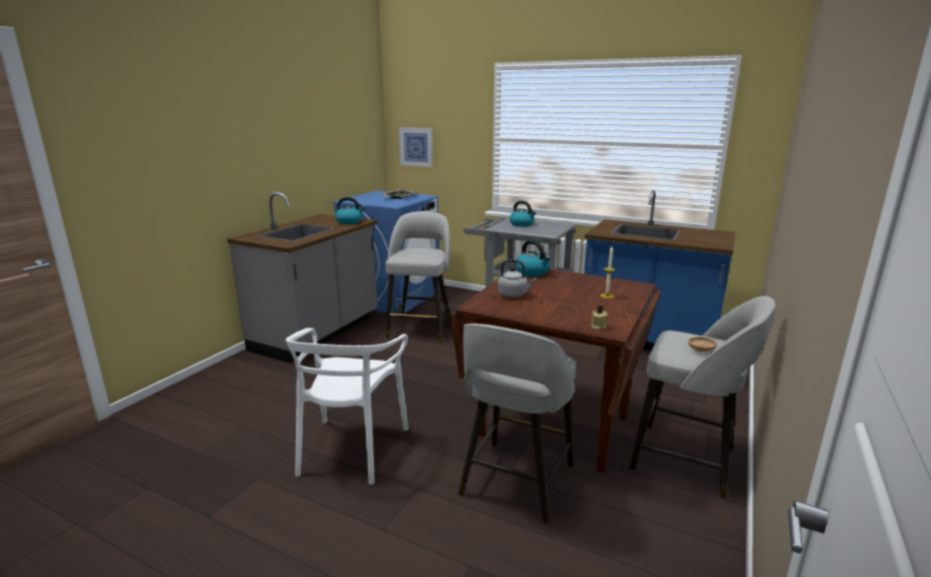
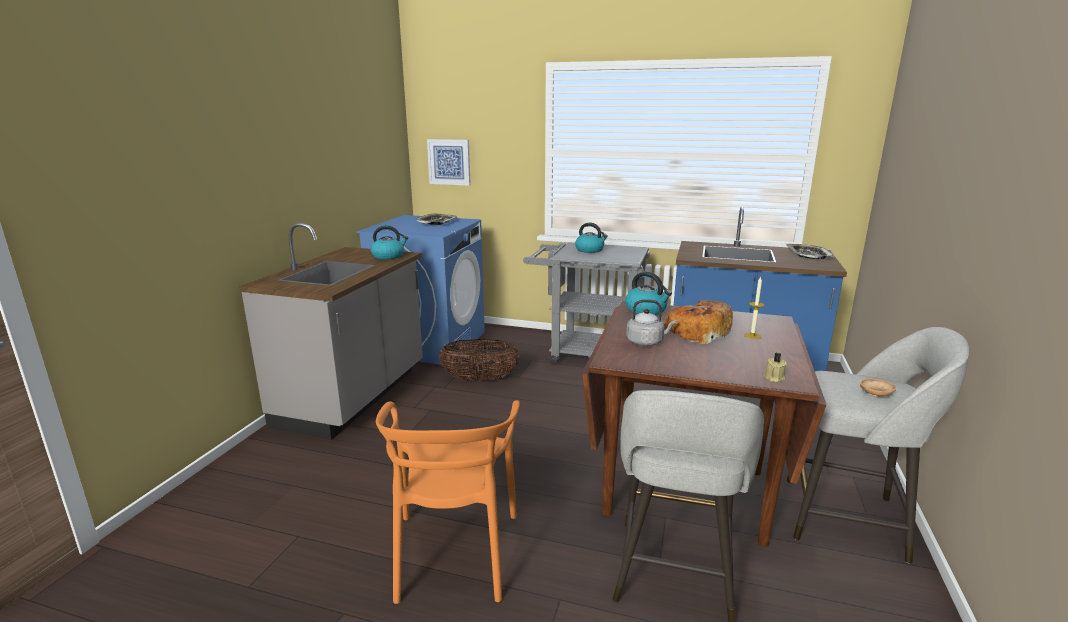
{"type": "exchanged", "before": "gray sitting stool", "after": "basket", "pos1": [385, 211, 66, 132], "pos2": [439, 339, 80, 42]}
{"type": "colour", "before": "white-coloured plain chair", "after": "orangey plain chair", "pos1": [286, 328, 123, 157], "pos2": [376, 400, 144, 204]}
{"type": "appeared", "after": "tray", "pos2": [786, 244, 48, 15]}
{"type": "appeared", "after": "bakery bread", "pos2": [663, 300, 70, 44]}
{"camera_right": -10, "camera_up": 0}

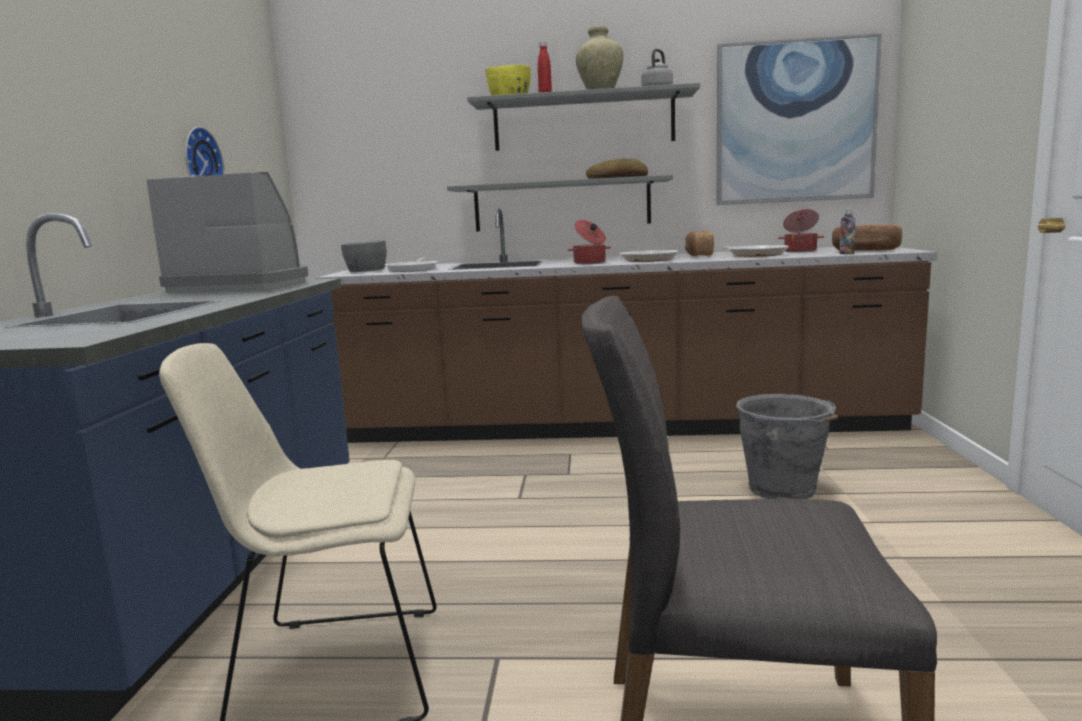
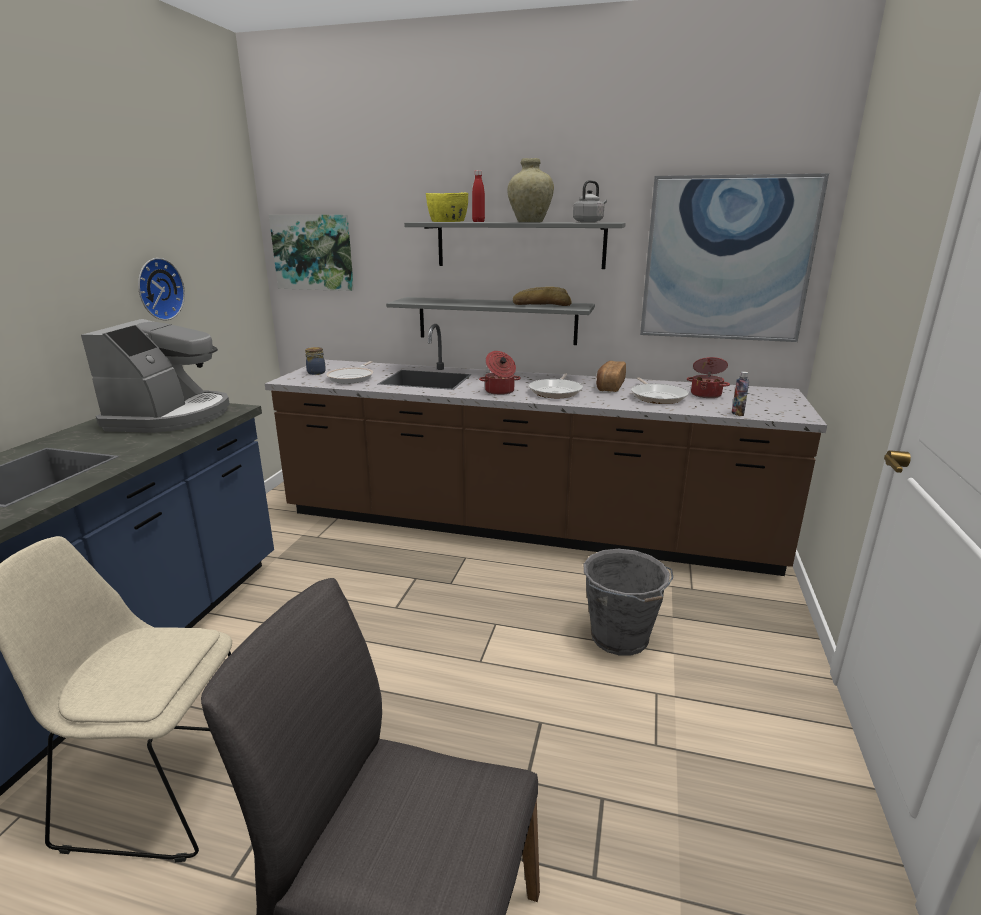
{"type": "spun", "before": "coffee brewer", "pos1": [147, 172, 162, 121], "pos2": [81, 319, 149, 114], "turn": 75}
{"type": "missing", "before": "bakery bread", "pos1": [832, 224, 70, 27]}
{"type": "exchanged", "before": "gray bowl", "after": "jar", "pos1": [341, 240, 46, 32], "pos2": [305, 347, 21, 28]}
{"type": "appeared", "after": "picture", "pos2": [269, 215, 85, 76]}
{"camera_right": 10, "camera_up": 10}

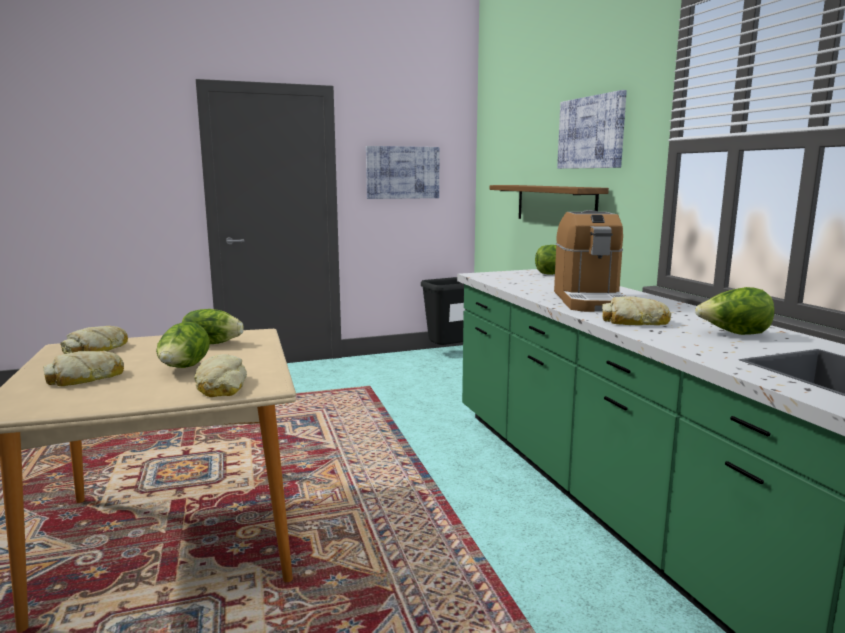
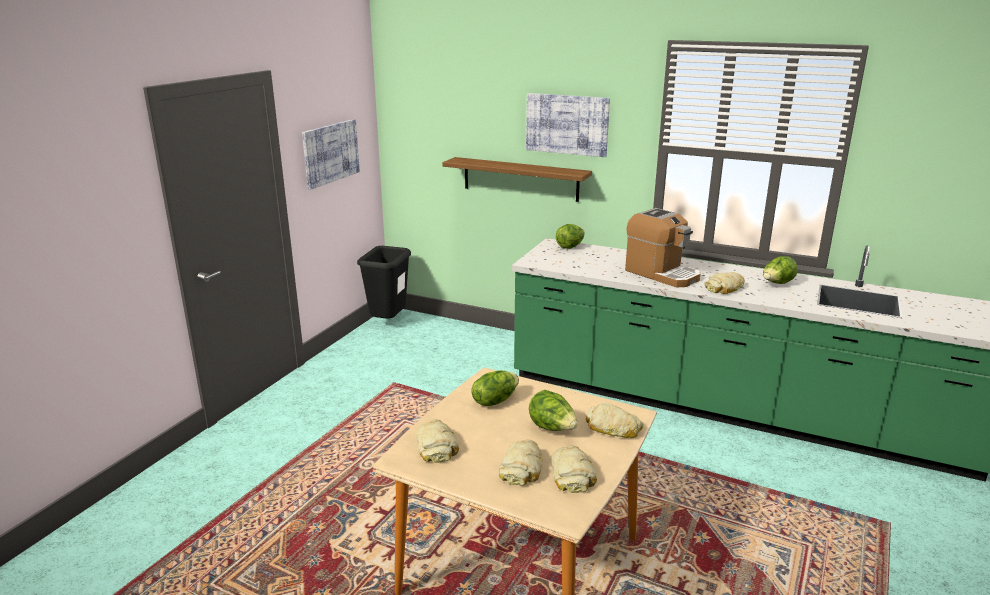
{"type": "appeared", "after": "bakery bread", "pos2": [551, 445, 46, 48]}
{"camera_right": -45, "camera_up": 10}

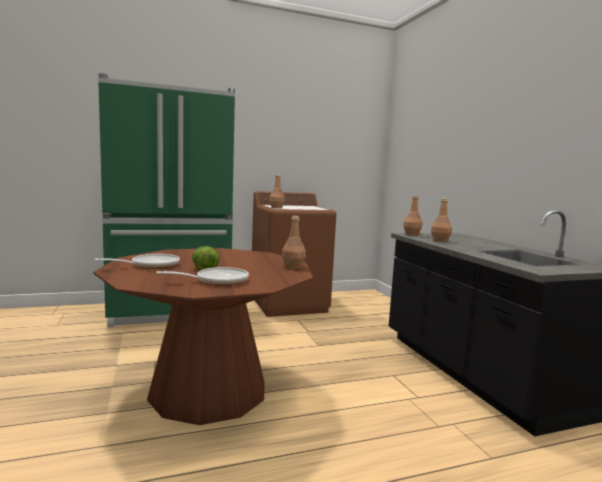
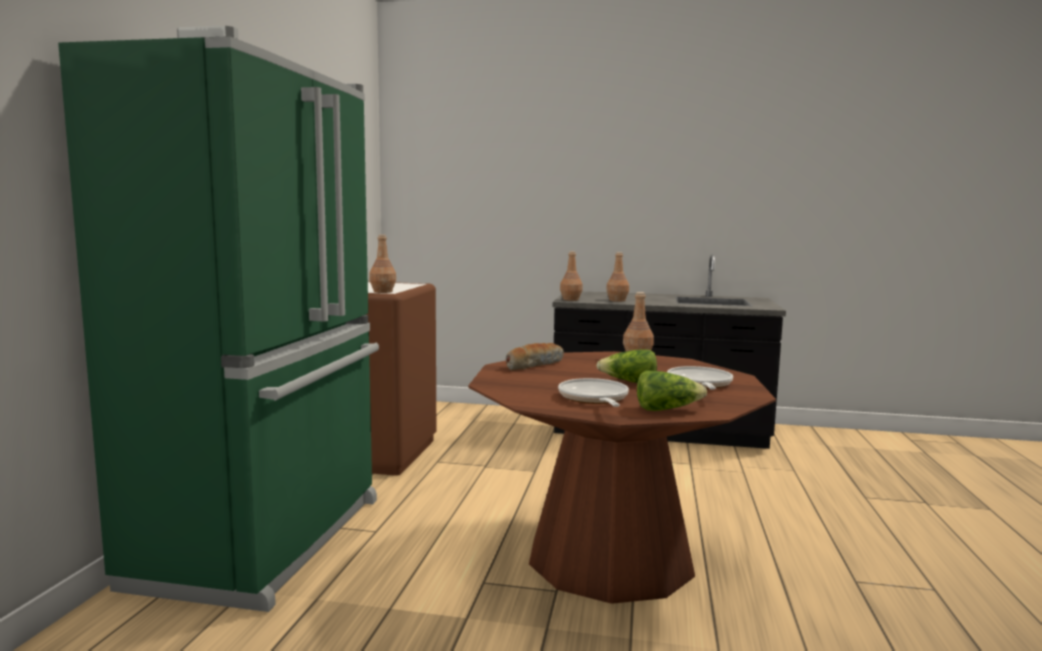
{"type": "appeared", "after": "bakery bread", "pos2": [506, 343, 58, 28]}
{"type": "appeared", "after": "lettuce head", "pos2": [637, 370, 70, 41]}
{"camera_right": -60, "camera_up": 0}

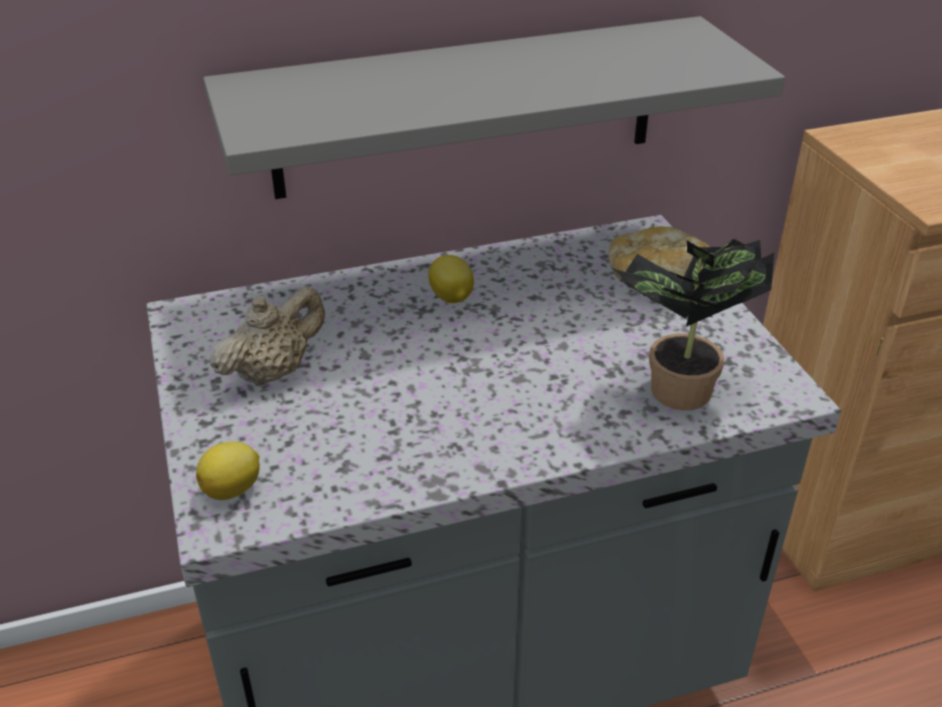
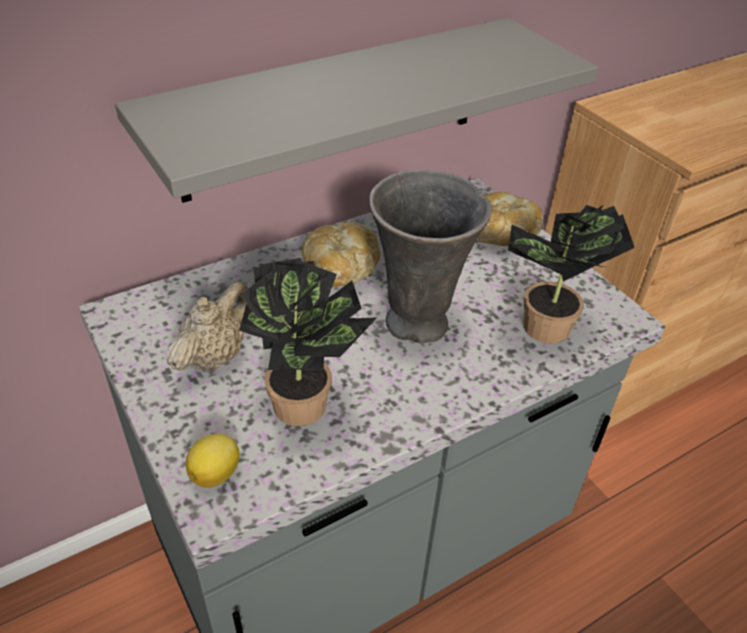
{"type": "exchanged", "before": "lemon", "after": "bakery bread", "pos1": [428, 255, 46, 48], "pos2": [302, 222, 78, 65]}
{"type": "appeared", "after": "gray vase", "pos2": [369, 170, 123, 174]}
{"type": "appeared", "after": "plant in a pot", "pos2": [239, 258, 138, 168]}
{"camera_right": -15, "camera_up": 5}

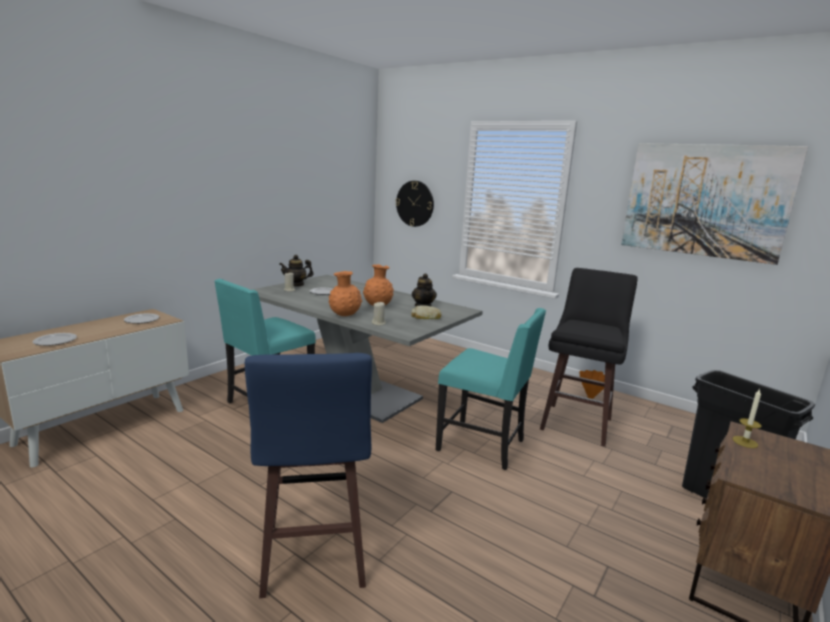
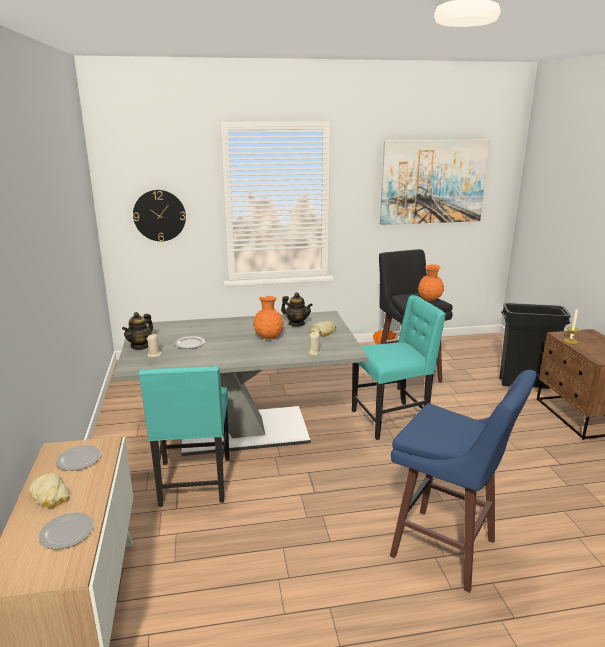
{"type": "relocated", "before": "orangey vase", "pos1": [329, 271, 33, 45], "pos2": [418, 264, 26, 37]}
{"type": "appeared", "after": "bakery bread", "pos2": [29, 473, 41, 35]}
{"camera_right": -45, "camera_up": 5}

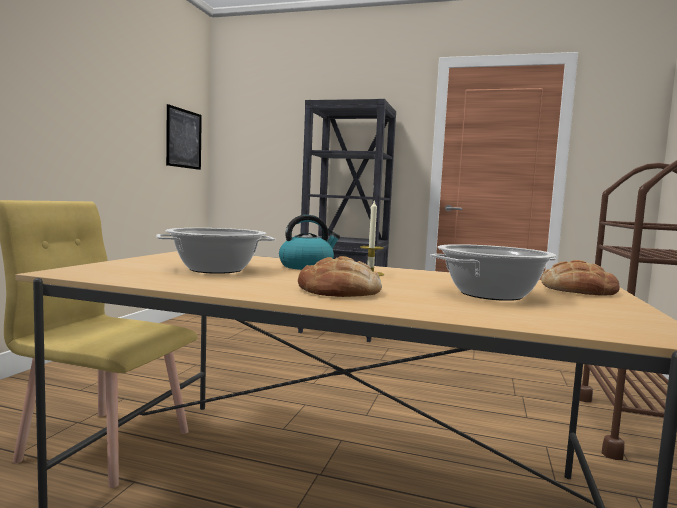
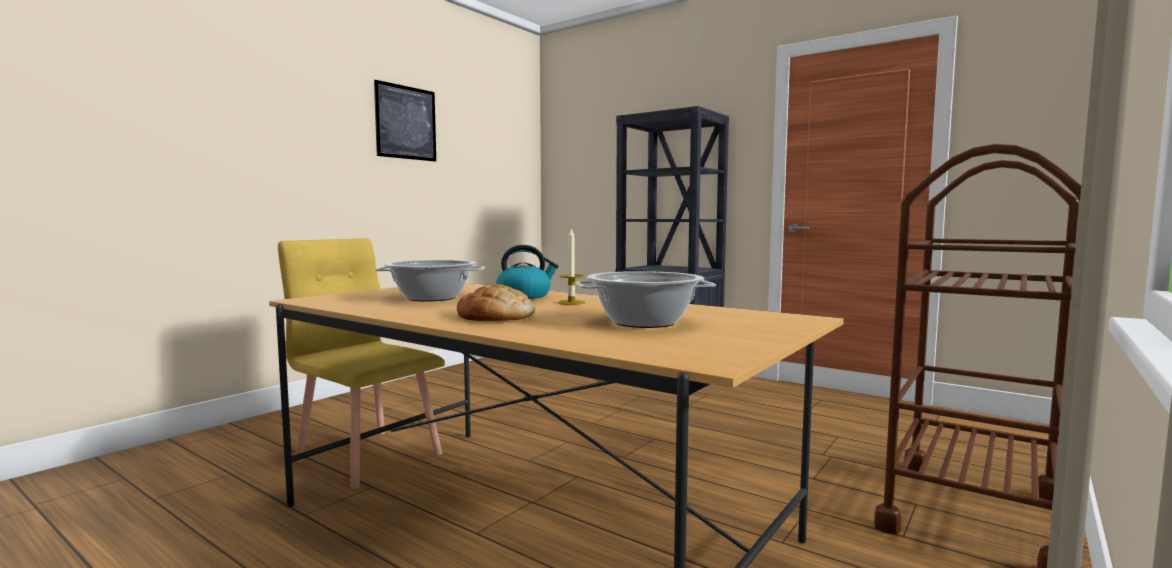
{"type": "relocated", "before": "picture", "pos1": [166, 104, 36, 66], "pos2": [374, 80, 62, 82]}
{"type": "missing", "before": "bakery bread", "pos1": [541, 260, 79, 36]}
{"camera_right": 20, "camera_up": 0}

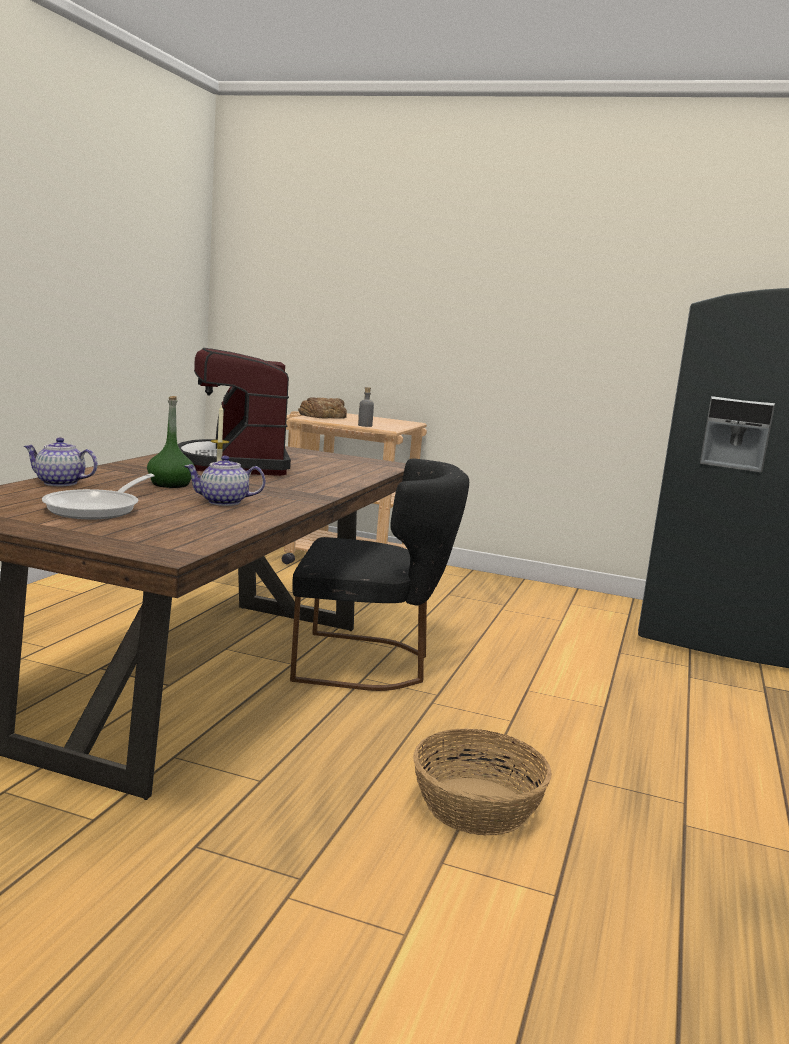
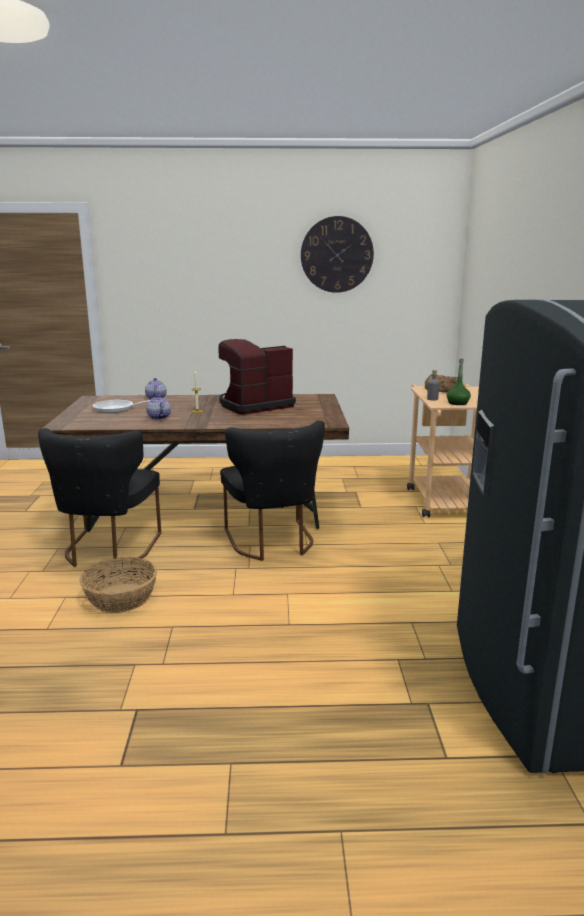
{"type": "relocated", "before": "green beverage bottle", "pos1": [147, 396, 48, 92], "pos2": [446, 358, 25, 47]}
{"type": "appeared", "after": "clock on the wall", "pos2": [301, 216, 73, 77]}
{"type": "appeared", "after": "black plain chair", "pos2": [38, 428, 123, 139]}
{"camera_right": 70, "camera_up": 5}

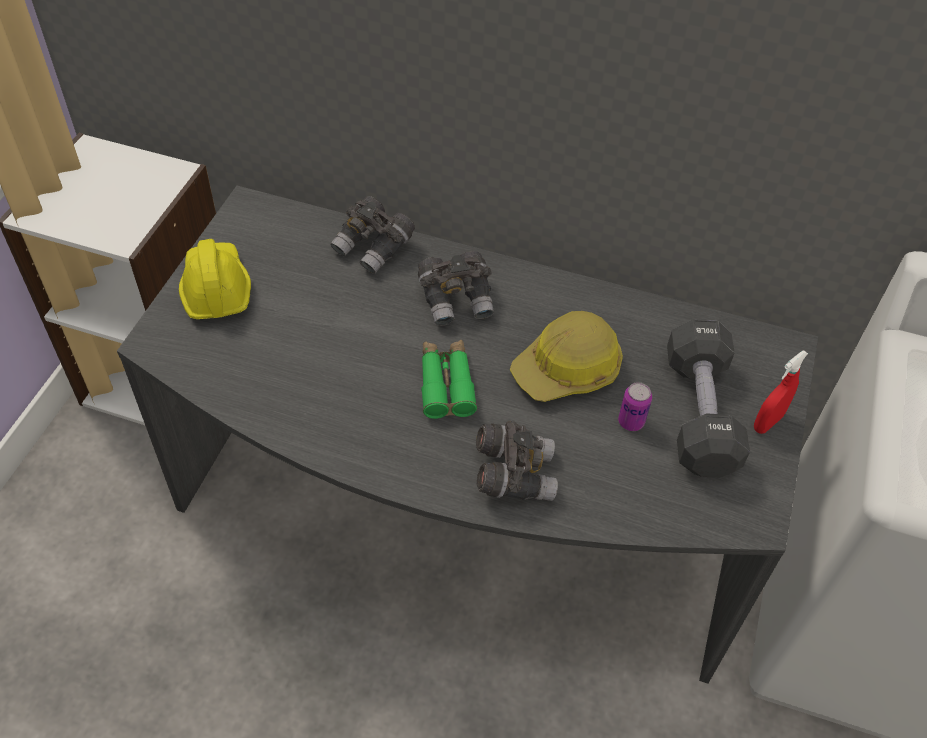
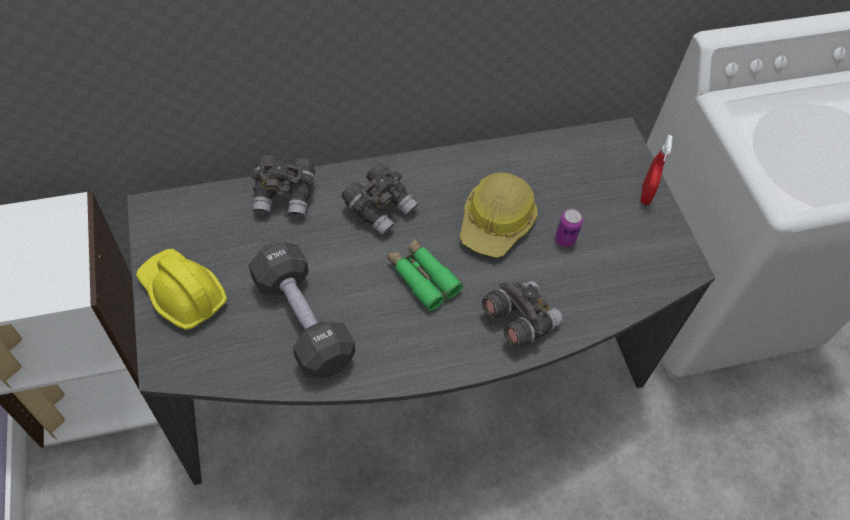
{"type": "relocated", "before": "black dumbbell", "pos1": [667, 319, 83, 159], "pos2": [249, 241, 106, 136]}
{"camera_right": -35, "camera_up": 5}

